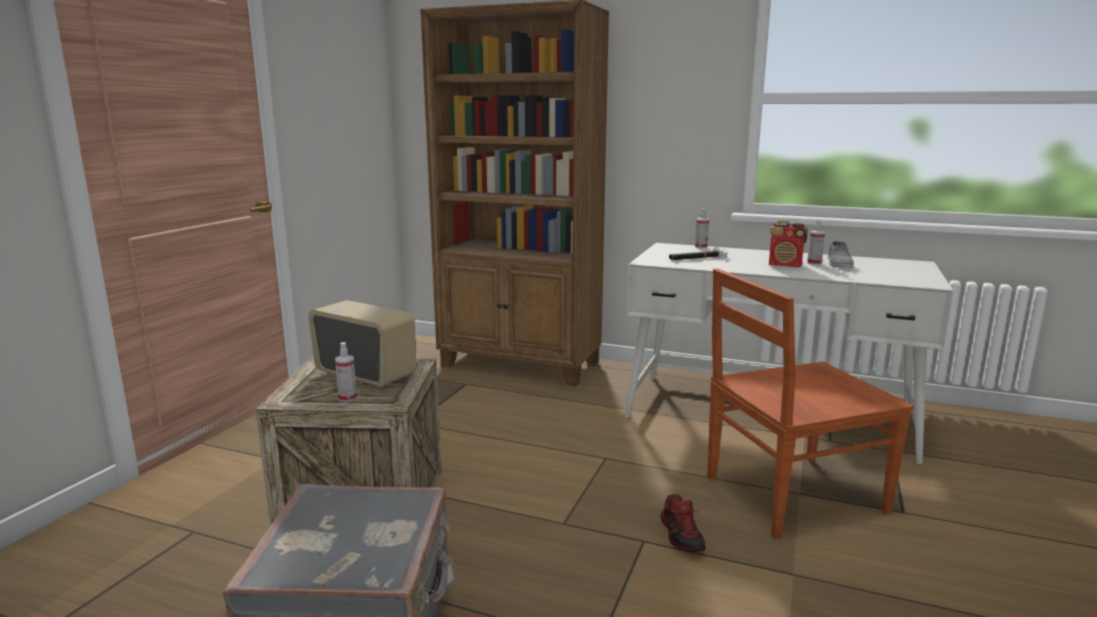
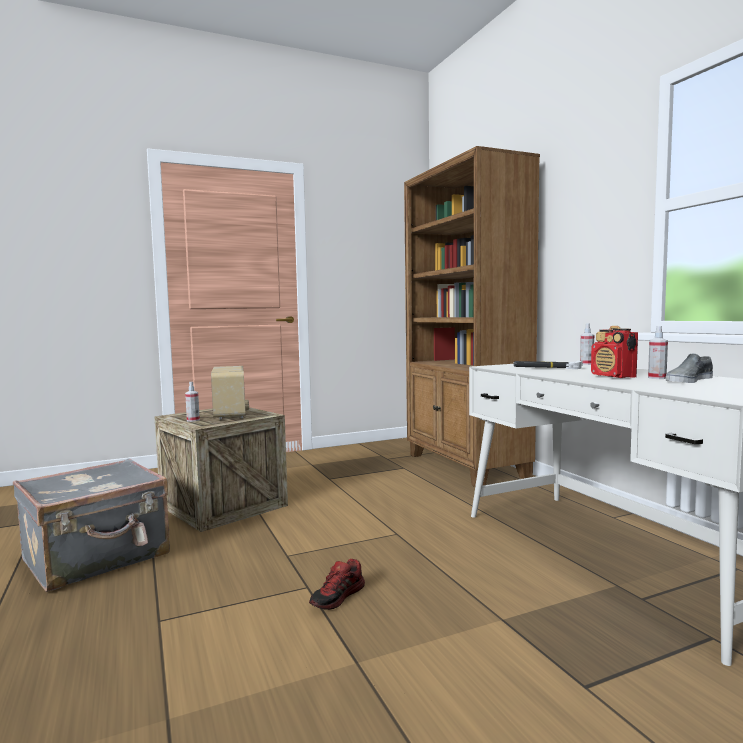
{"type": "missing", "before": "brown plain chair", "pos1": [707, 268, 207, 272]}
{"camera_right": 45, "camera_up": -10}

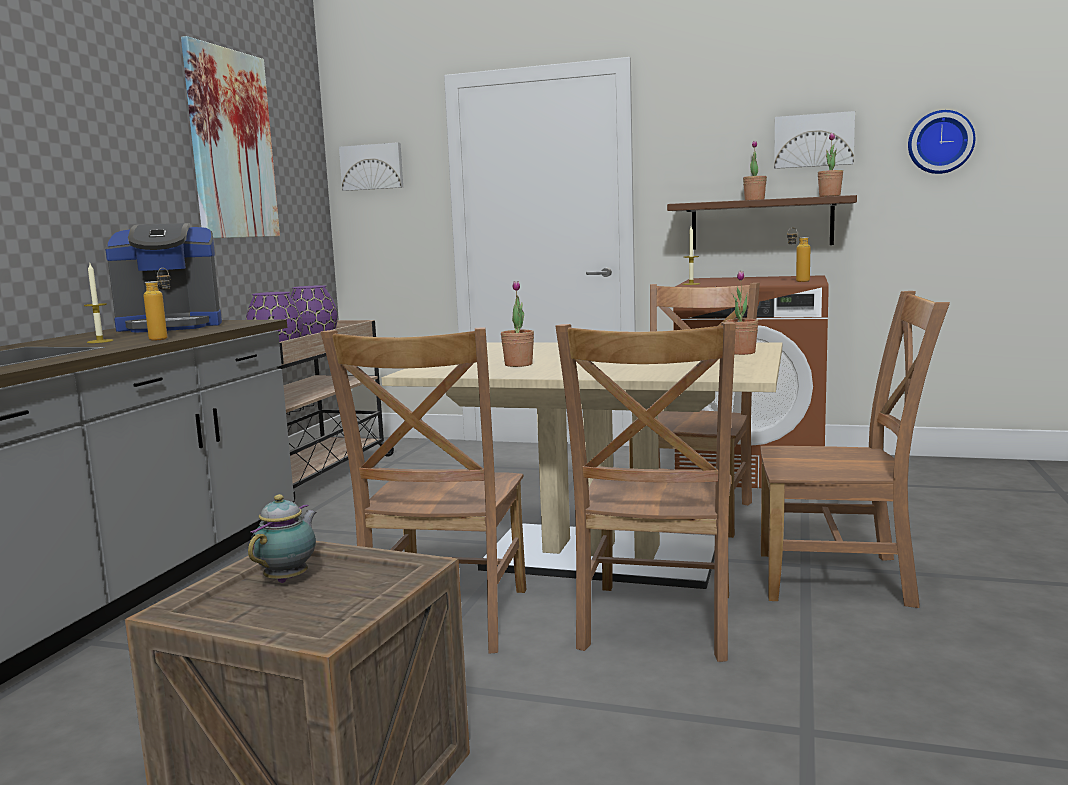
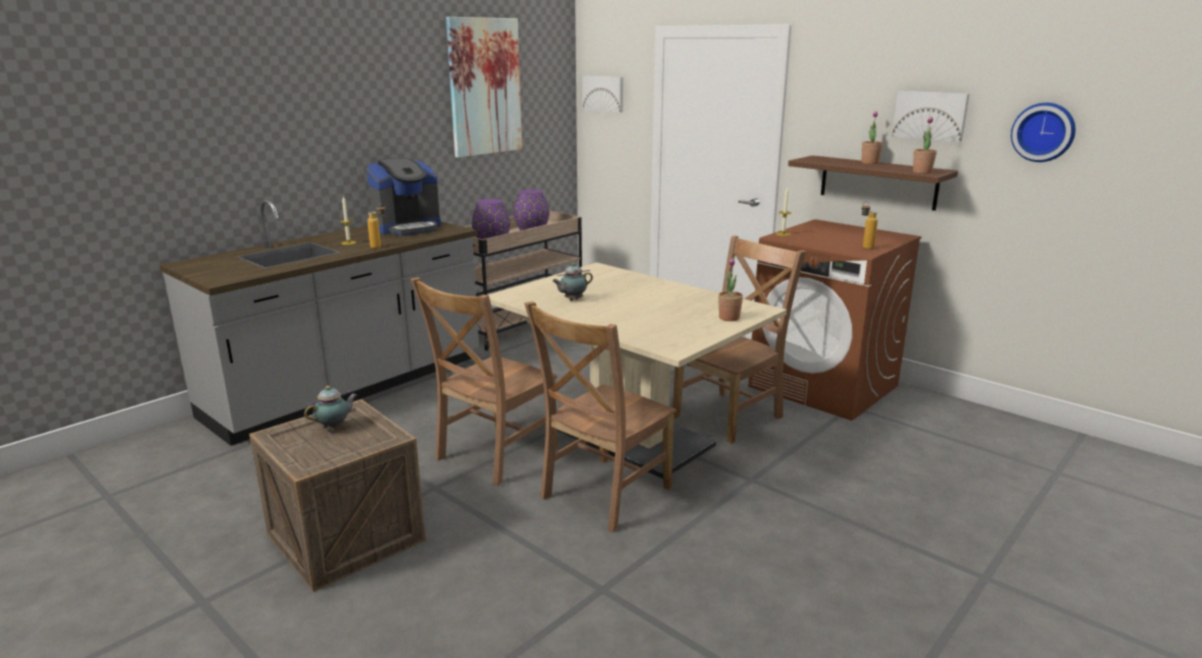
{"type": "spun", "before": "coffee brewer", "pos1": [105, 223, 117, 110], "pos2": [367, 158, 74, 78], "turn": -45}
{"type": "exchanged", "before": "plant in a pot", "after": "tea pot", "pos1": [501, 281, 33, 86], "pos2": [552, 263, 41, 38]}
{"type": "missing", "before": "brown plain chair", "pos1": [760, 291, 190, 317]}
{"camera_right": 25, "camera_up": 10}

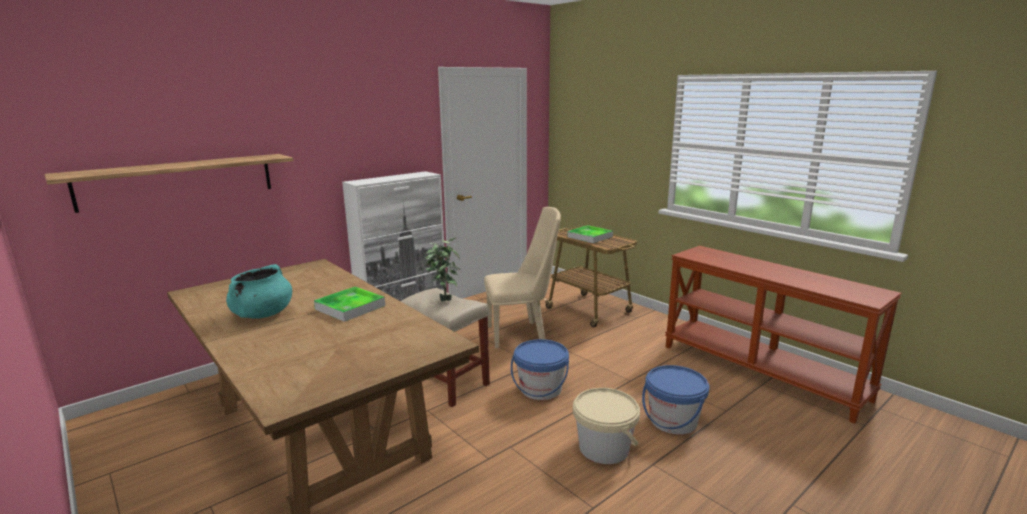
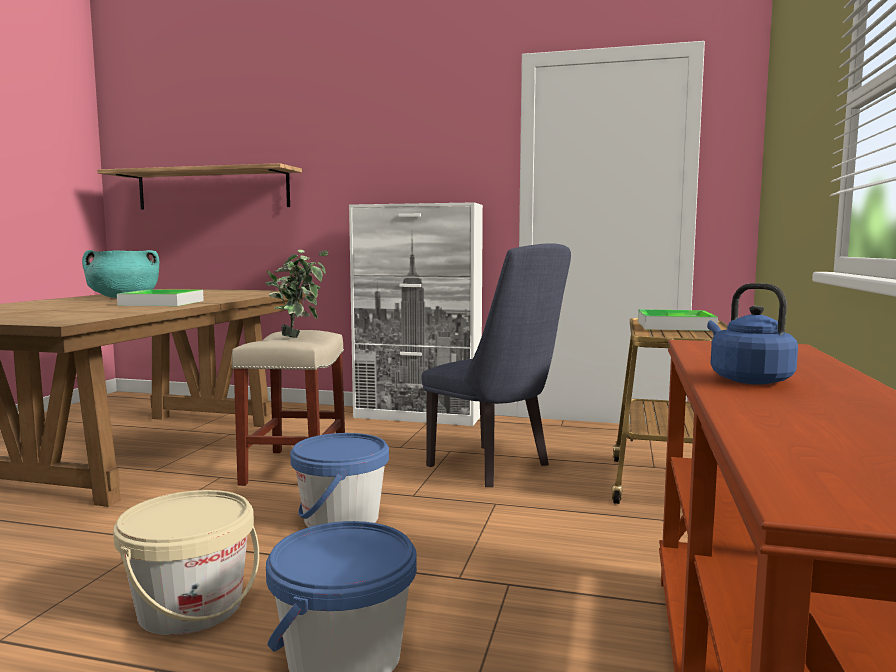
{"type": "colour", "before": "beige plain chair", "after": "bluish plain chair", "pos1": [484, 207, 77, 141], "pos2": [421, 243, 150, 244]}
{"type": "appeared", "after": "bluish water kettle", "pos2": [707, 283, 91, 101]}
{"camera_right": 55, "camera_up": -10}

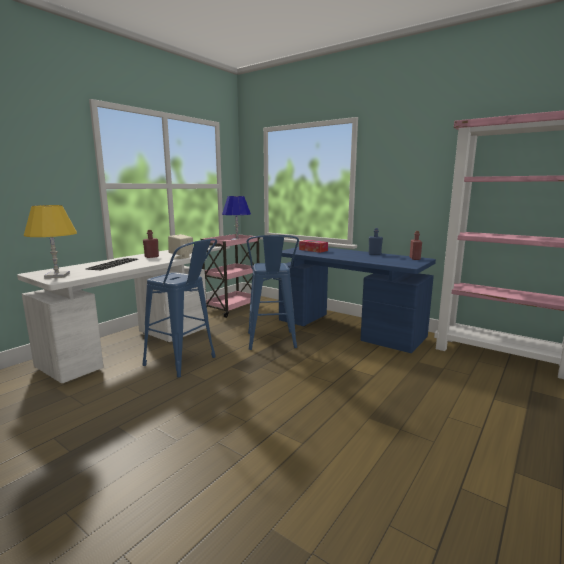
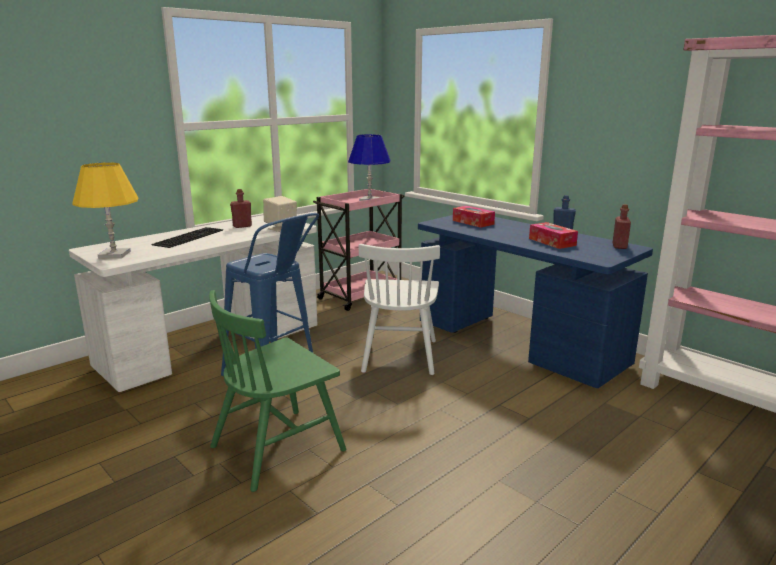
{"type": "exchanged", "before": "bluish sitting stool", "after": "white-coloured plain chair", "pos1": [247, 235, 52, 115], "pos2": [359, 244, 81, 131]}
{"type": "appeared", "after": "box of tissues", "pos2": [529, 222, 49, 27]}
{"type": "appeared", "after": "green plain chair", "pos2": [209, 290, 137, 202]}
{"camera_right": 10, "camera_up": 5}

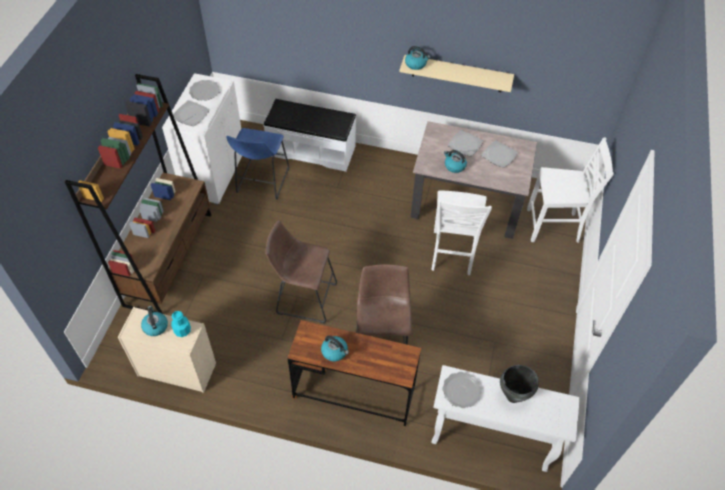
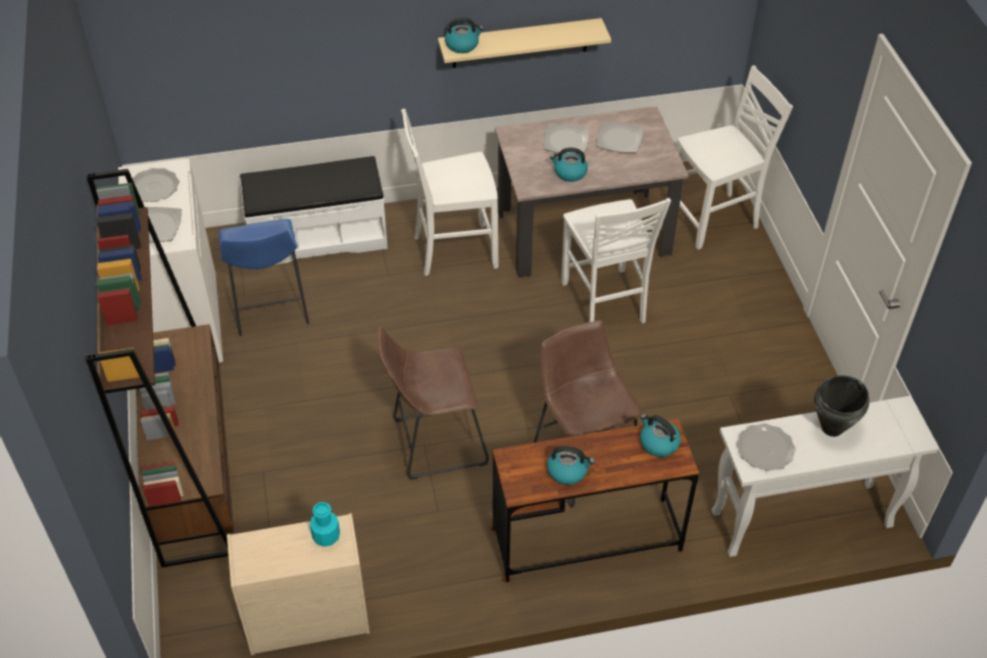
{"type": "relocated", "before": "water kettle", "pos1": [141, 306, 27, 30], "pos2": [640, 414, 41, 43]}
{"type": "appeared", "after": "white-coloured plain chair", "pos2": [402, 109, 96, 167]}
{"camera_right": -25, "camera_up": -5}

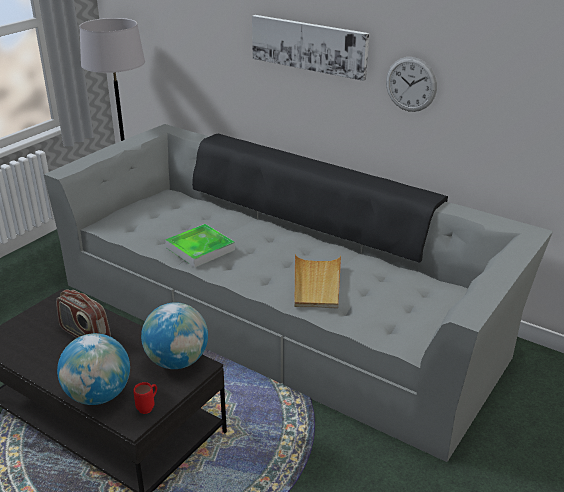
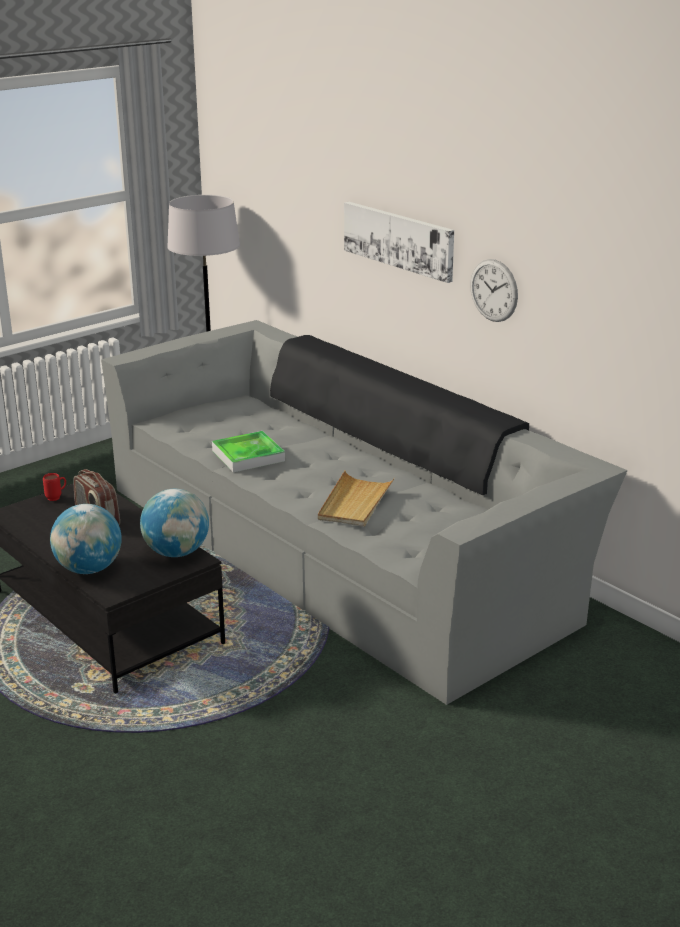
{"type": "relocated", "before": "red coffee mug", "pos1": [133, 382, 24, 32], "pos2": [43, 473, 23, 28]}
{"camera_right": 15, "camera_up": -5}

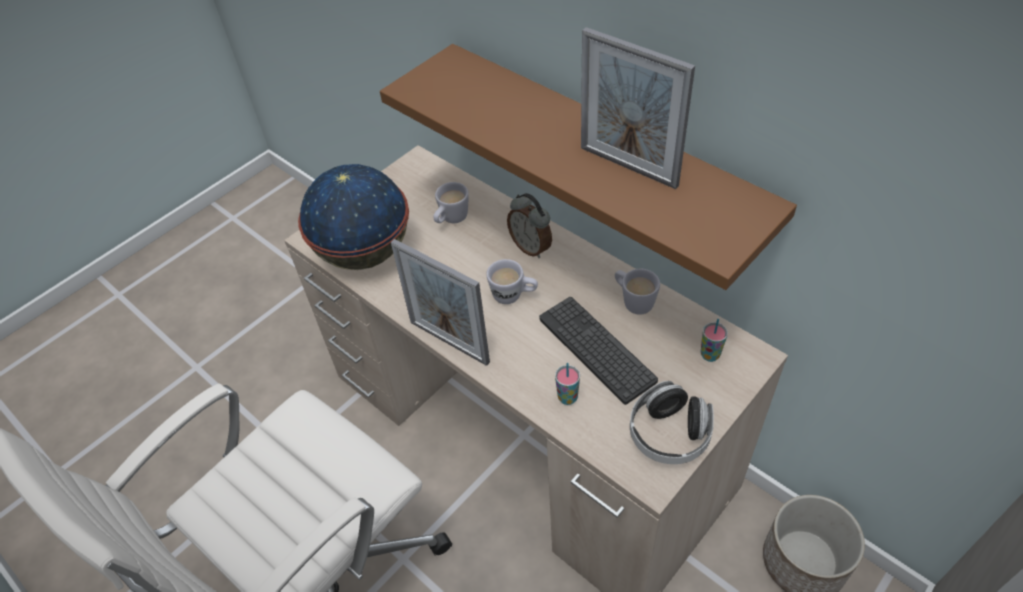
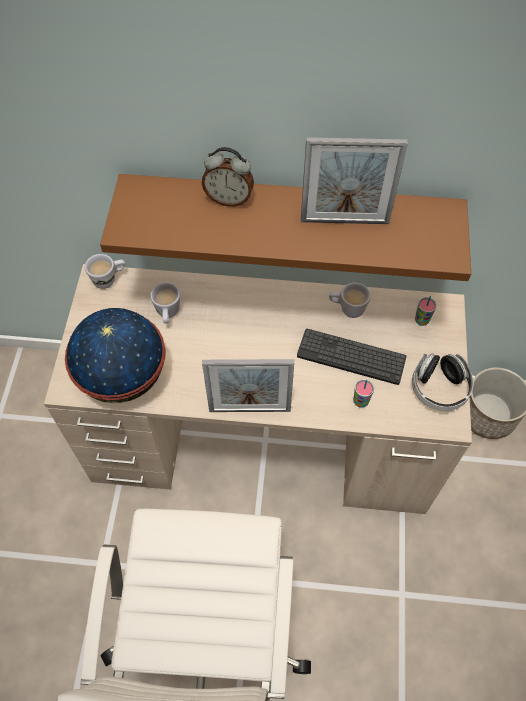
{"type": "relocated", "before": "bedside clock", "pos1": [507, 193, 45, 65], "pos2": [202, 147, 52, 60]}
{"type": "relocated", "before": "white-coloured coffee mug", "pos1": [486, 259, 52, 45], "pos2": [85, 254, 41, 35]}
{"camera_right": -40, "camera_up": 10}

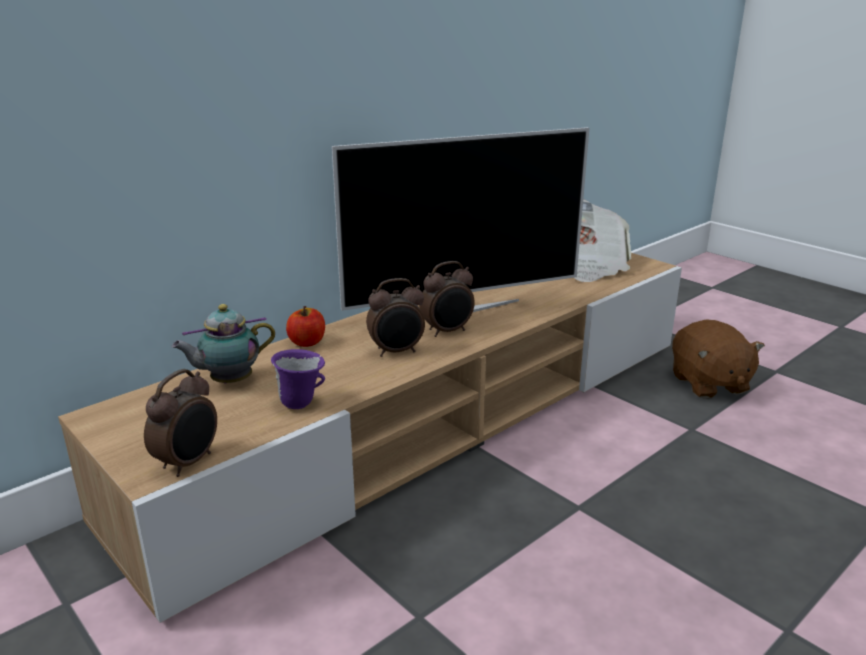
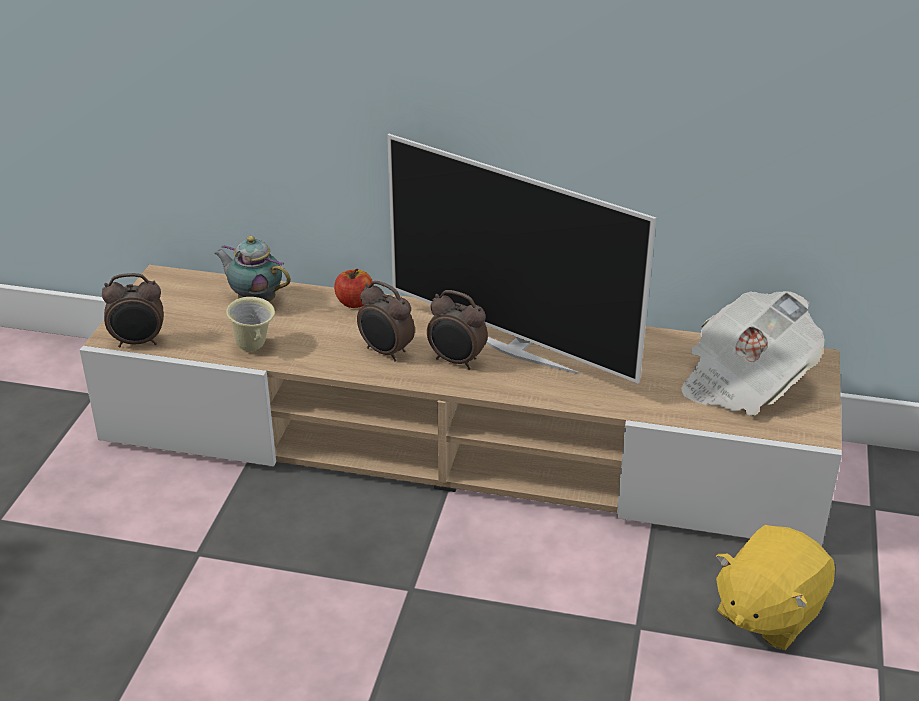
{"type": "colour", "before": "brown cuddly toy", "after": "yellowish cuddly toy", "pos1": [672, 319, 93, 80], "pos2": [716, 525, 119, 125]}
{"type": "colour", "before": "purplish coffee mug", "after": "beige coffee mug", "pos1": [271, 349, 54, 60], "pos2": [226, 297, 49, 55]}
{"camera_right": 55, "camera_up": 10}

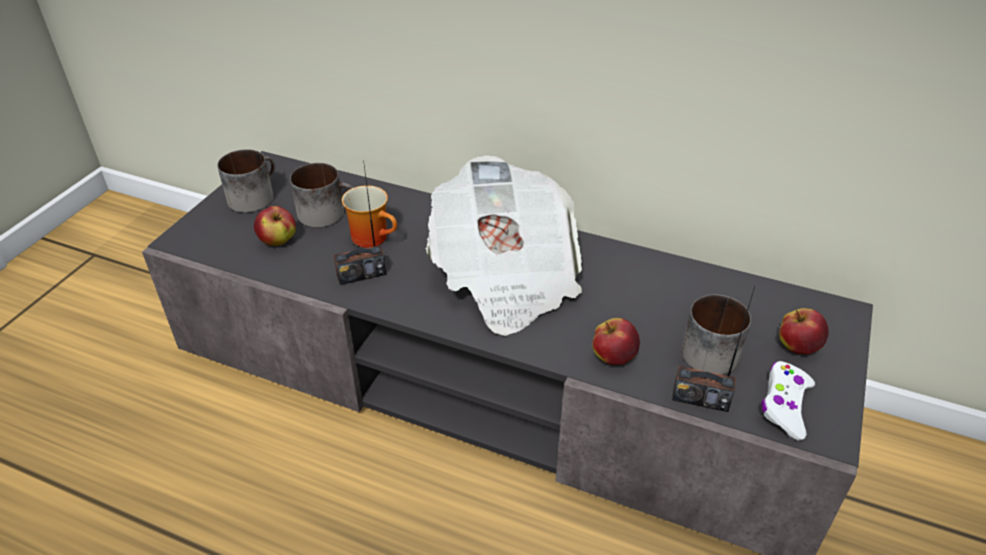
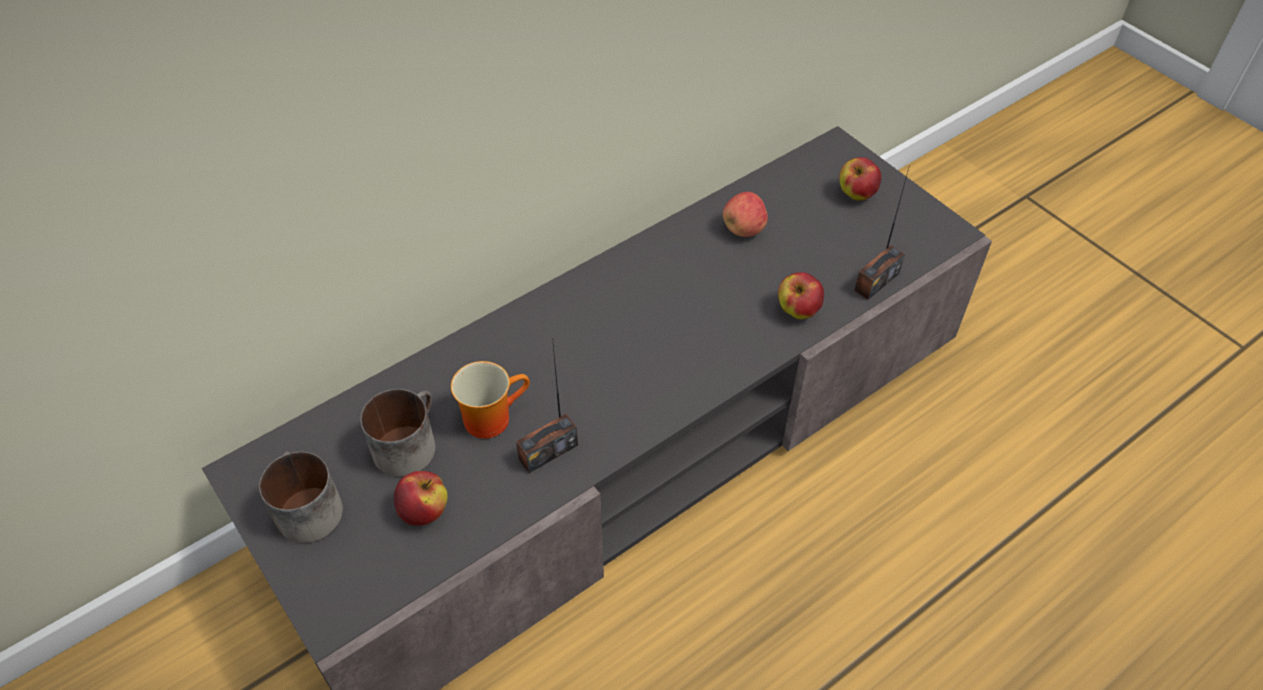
{"type": "missing", "before": "daily paper", "pos1": [426, 155, 156, 181]}
{"type": "spun", "before": "radio receiver", "pos1": [334, 166, 52, 119], "pos2": [516, 338, 62, 135], "turn": 45}
{"type": "missing", "before": "coffee mug", "pos1": [682, 295, 69, 80]}
{"type": "missing", "before": "white-coloured gamepad", "pos1": [761, 361, 54, 80]}
{"type": "appeared", "after": "whole apple", "pos2": [723, 192, 45, 45]}
{"camera_right": -60, "camera_up": 10}

